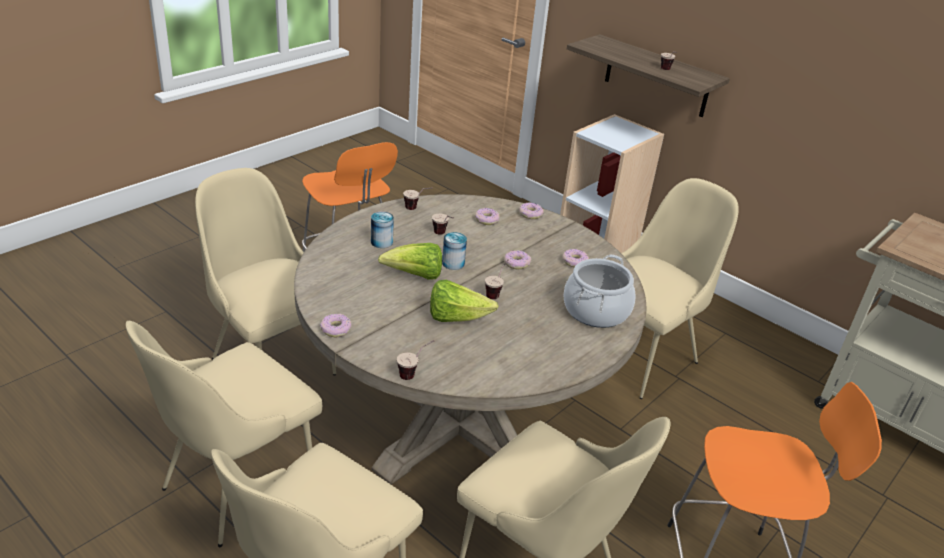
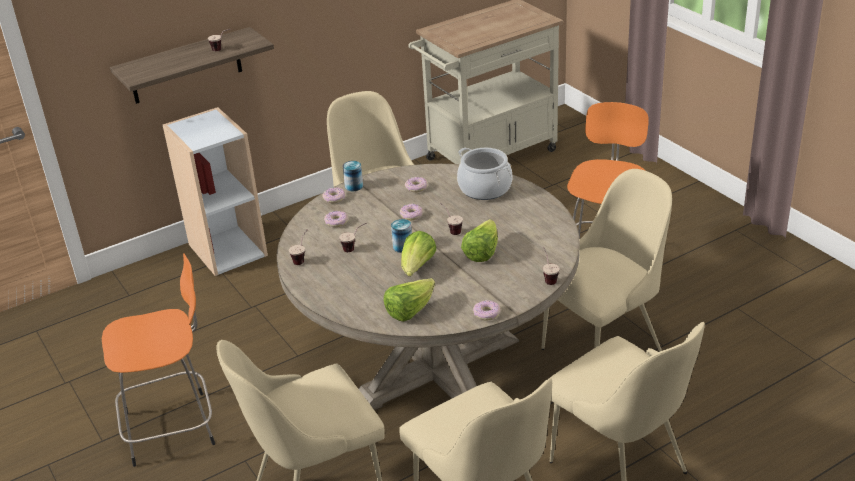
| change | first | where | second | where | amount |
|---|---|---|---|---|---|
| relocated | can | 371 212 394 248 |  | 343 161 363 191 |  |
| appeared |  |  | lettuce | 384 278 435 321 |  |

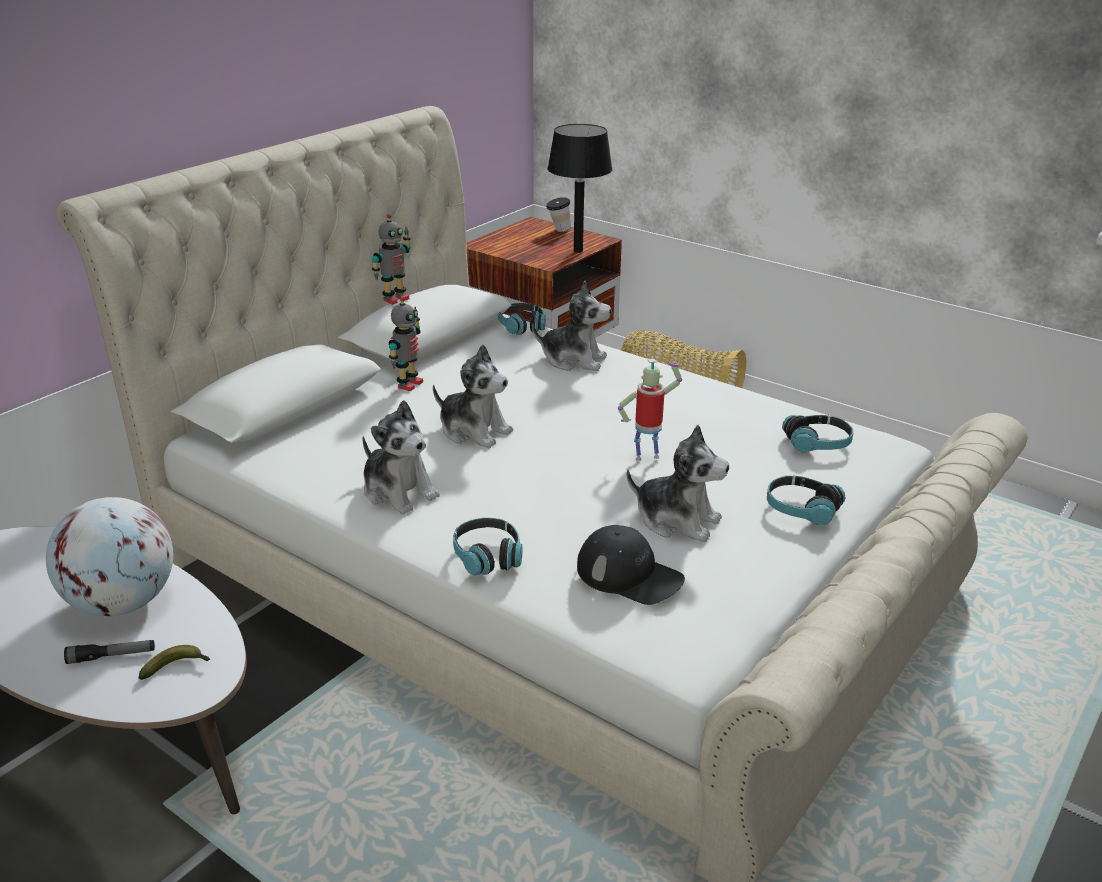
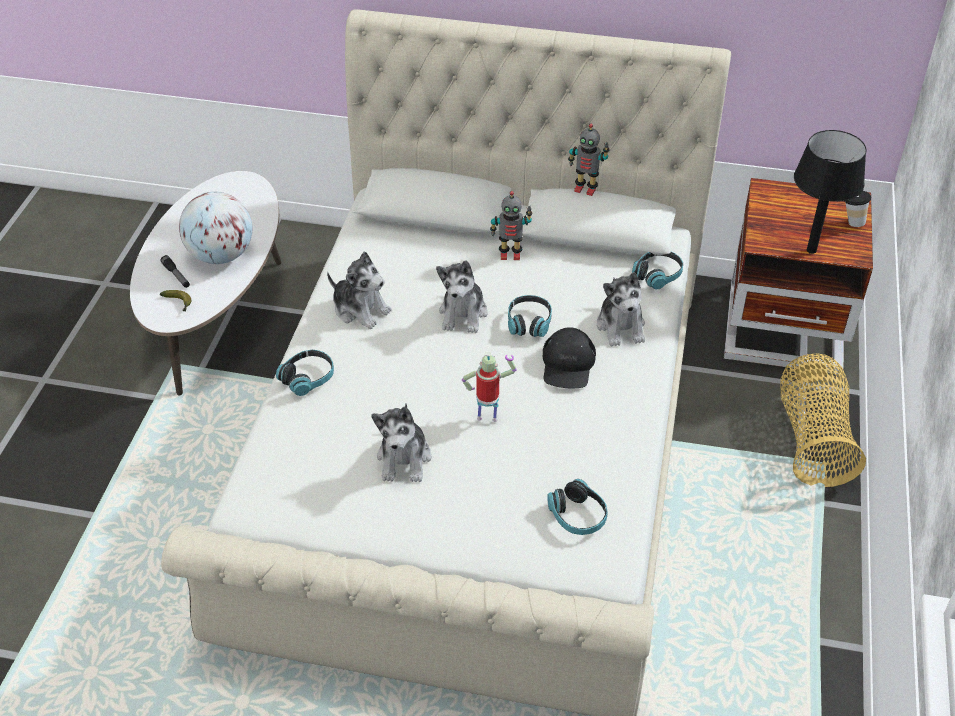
| change | first | where | second | where | amount |
|---|---|---|---|---|---|
| spun | plush toy | 362 400 440 514 |  | 327 251 392 329 | 75 degrees counterclockwise |
| relocated | black cap | 577 525 685 605 |  | 543 327 596 389 |  |
| spun | toy robot | 618 359 682 461 |  | 462 351 517 422 | 45 degrees counterclockwise |
| relocated | headphones | 767 476 846 526 |  | 508 295 552 337 |  |

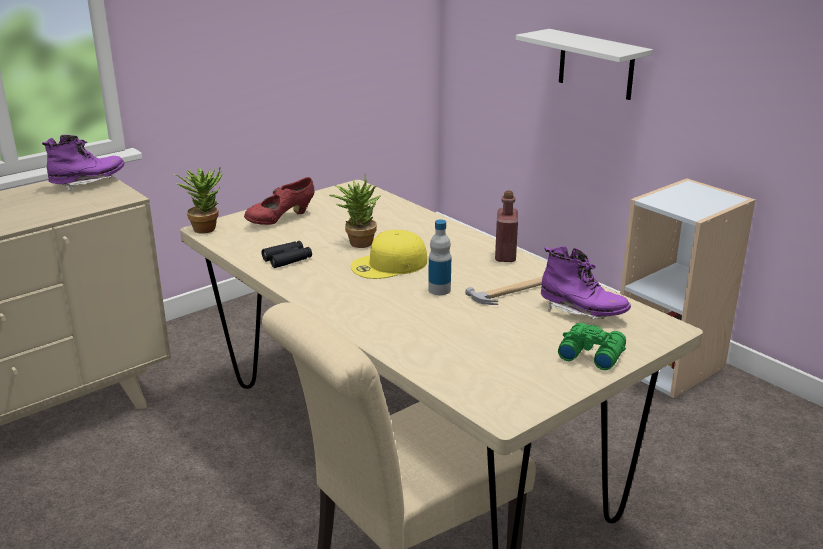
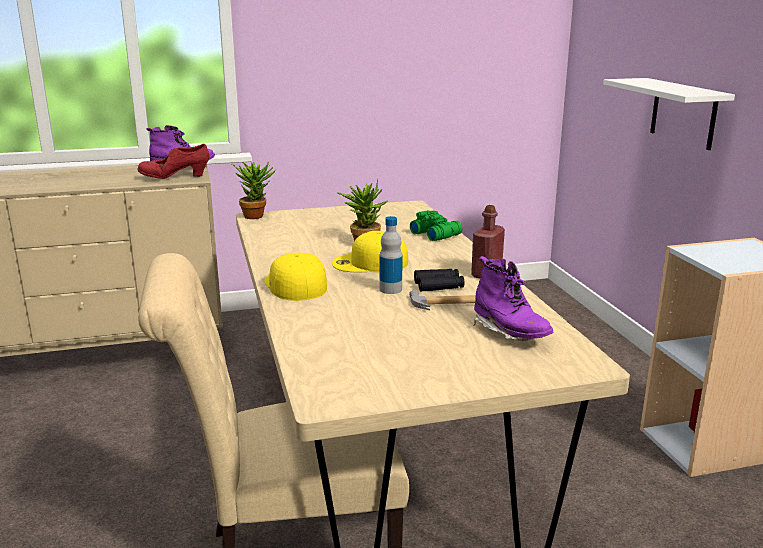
| change | first | where | second | where | amount |
|---|---|---|---|---|---|
| relocated | red shoe | 244 177 314 225 |  | 138 144 210 179 |  |
| relocated | black binoculars | 262 241 312 268 |  | 414 269 464 291 |  |
| relocated | green binoculars | 558 323 626 370 |  | 410 210 463 241 |  |
| appeared |  |  | yellow cap | 264 253 327 301 |  |

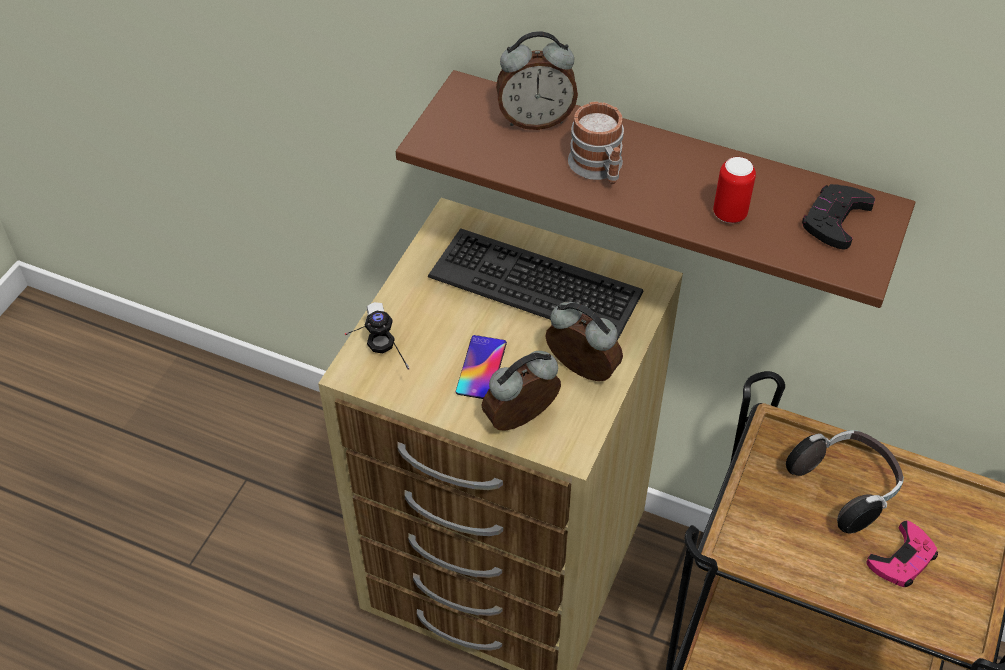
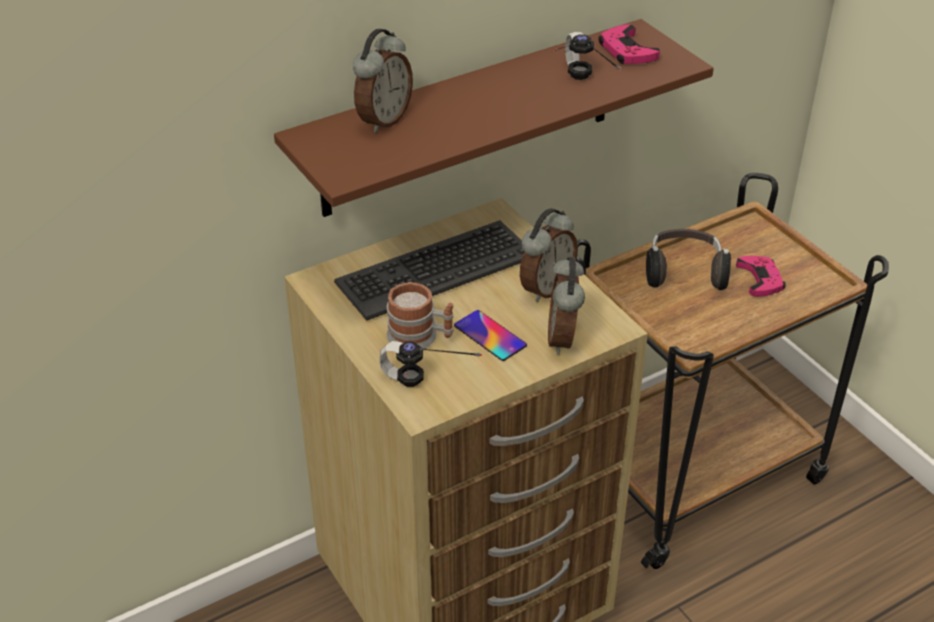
| change | first | where | second | where | amount |
|---|---|---|---|---|---|
| spun | alarm clock | 545 302 623 381 |  | 520 208 578 302 | 150 degrees clockwise |
| relocated | mug | 568 101 624 184 |  | 387 282 454 349 |  |
| exchanged | can | 713 157 756 223 | headphones | 554 32 621 80 |  |
| colour | black game controller | 802 184 875 250 | pink game controller | 599 25 660 64 |  |

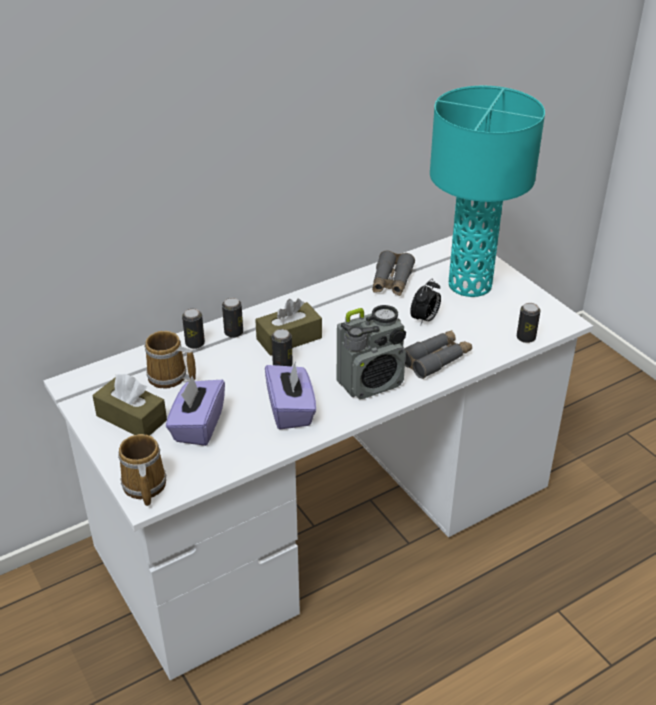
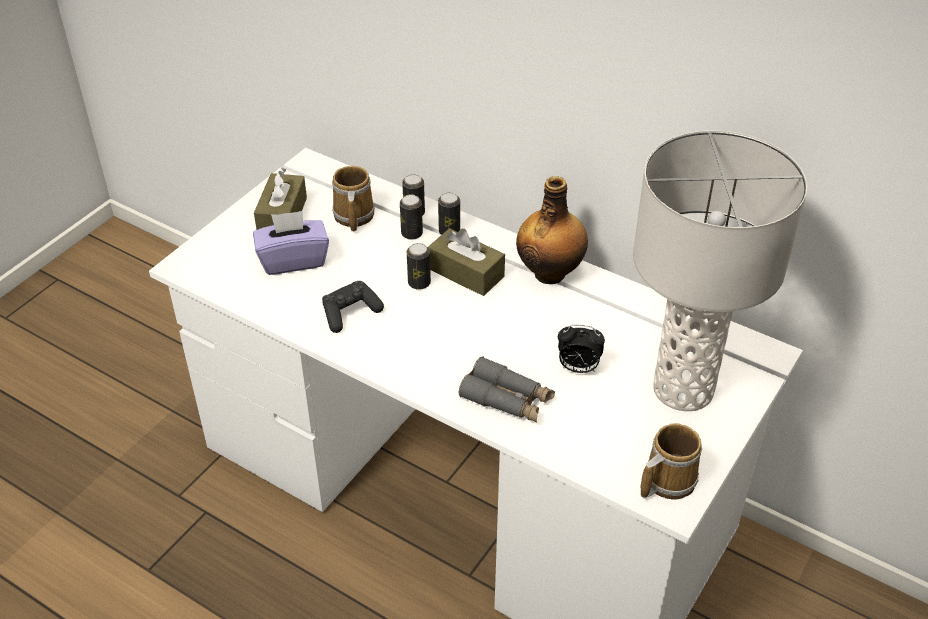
| change | first | where | second | where | amount |
|---|---|---|---|---|---|
| relocated | mug | 118 434 166 506 |  | 641 423 702 500 |  |
| exchanged | purple tissue box | 265 361 316 429 | black game controller | 322 281 384 333 |  |
| missing | radio | 337 305 406 399 |  |  |  |
| missing | grey binoculars | 372 250 415 296 |  |  |  |
| colour | turquoise table lamp | 430 86 545 297 | white table lamp | 633 130 807 411 |  |
| relocated | can | 517 303 540 343 |  | 400 194 423 240 |  |
| appeared |  |  | bottle | 516 176 588 284 |  |

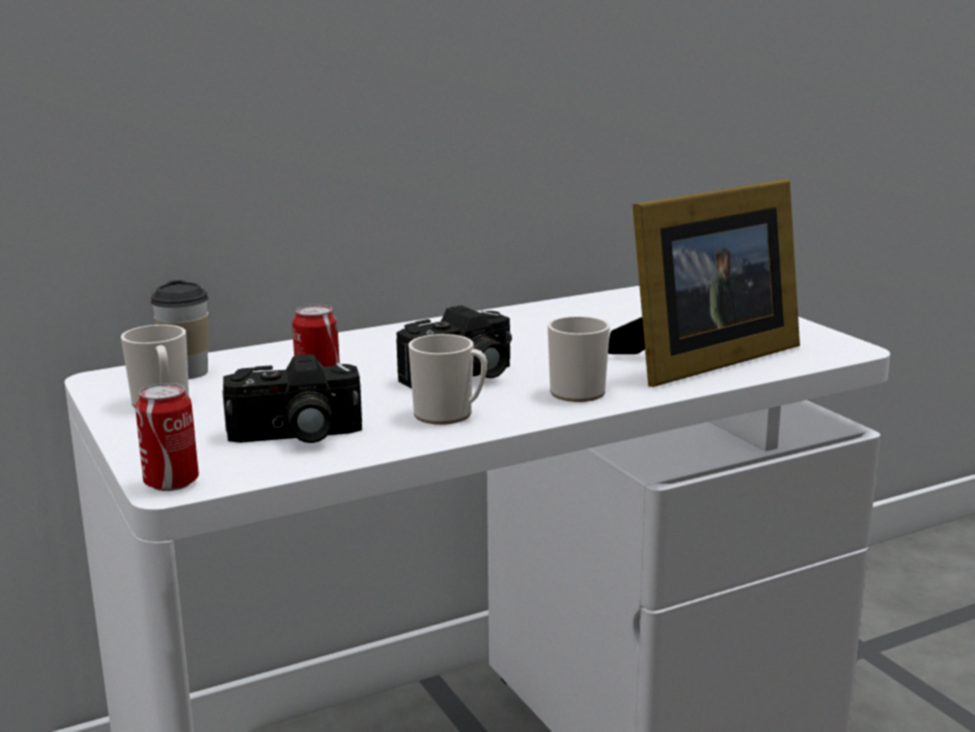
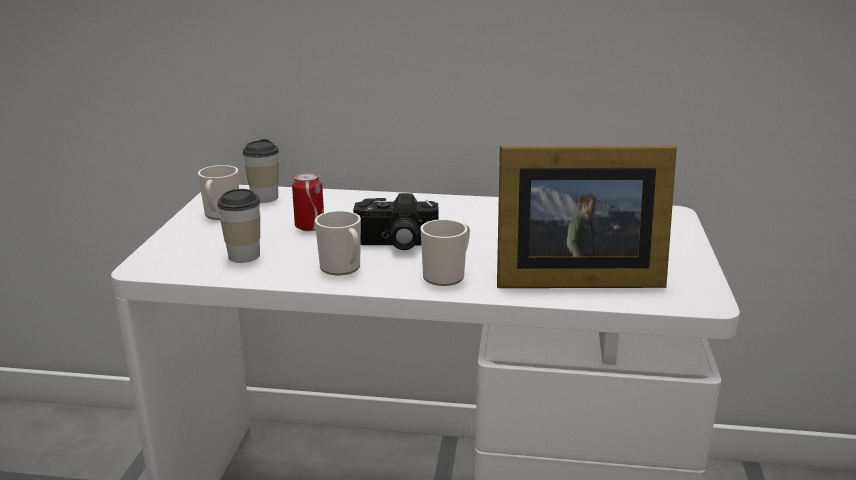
| change | first | where | second | where | amount |
|---|---|---|---|---|---|
| missing | can | 135 383 199 491 |  |  |  |
| exchanged | photo camera | 222 354 362 443 | cup | 217 189 260 263 |  |

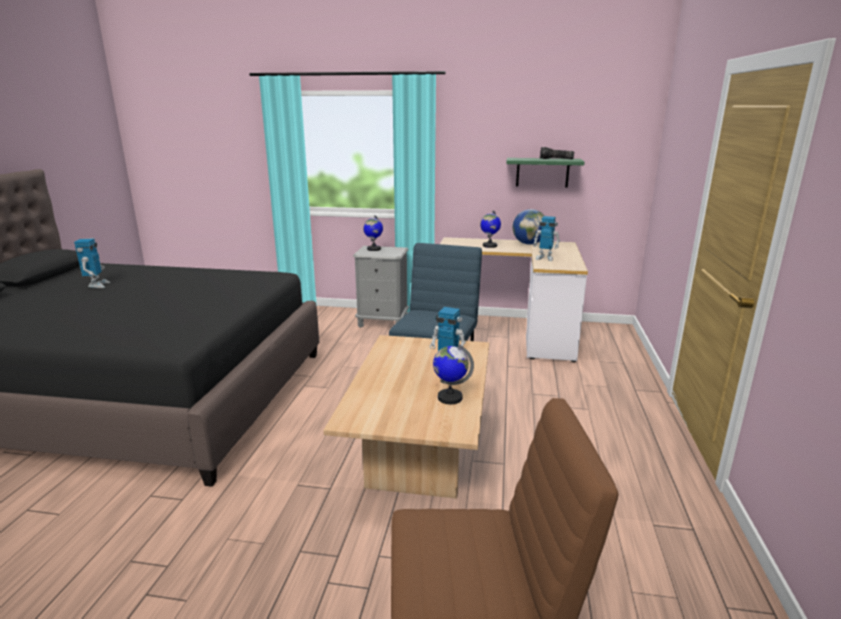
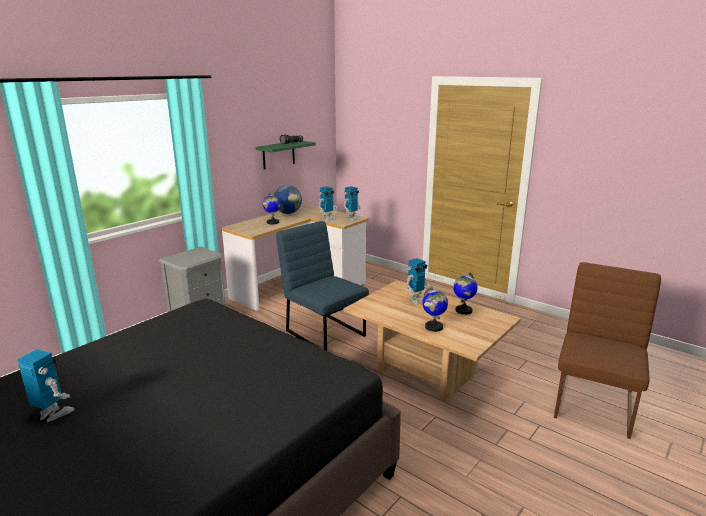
| change | first | where | second | where | amount |
|---|---|---|---|---|---|
| relocated | globe | 363 215 383 251 |  | 422 286 448 332 |  |
| appeared |  |  | toy robot | 344 186 361 221 |  |

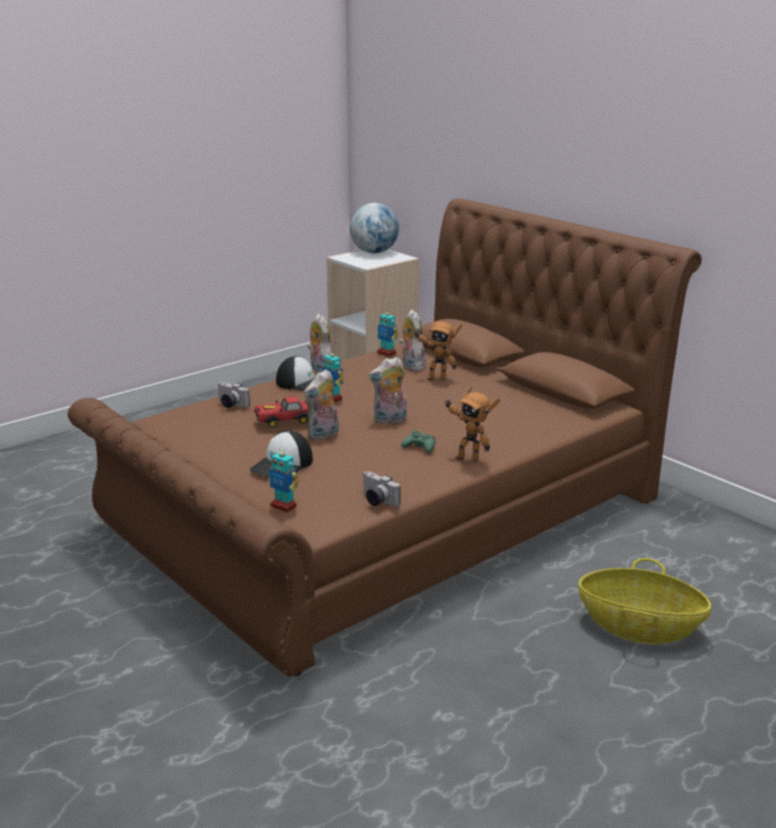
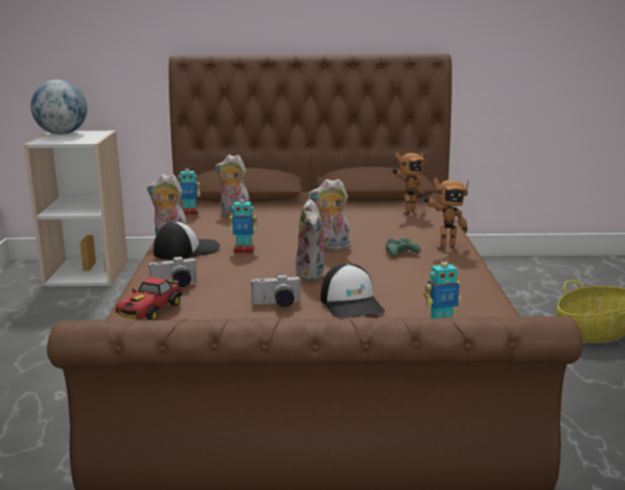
| change | first | where | second | where | amount |
|---|---|---|---|---|---|
| relocated | toy car | 254 396 308 428 |  | 115 277 183 320 |  |
| relocated | photo camera | 363 471 400 507 |  | 251 274 301 307 |  |
| spun | plush toy | 368 357 407 424 |  | 308 179 352 249 | 75 degrees clockwise |
| relocated | toy robot | 413 317 462 380 |  | 392 152 428 215 |  |

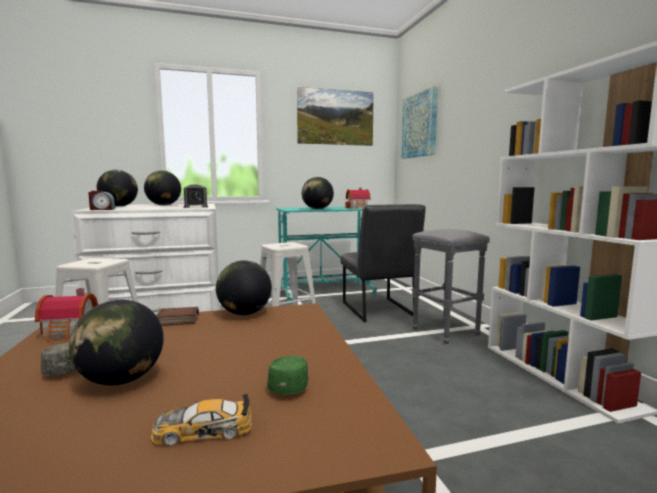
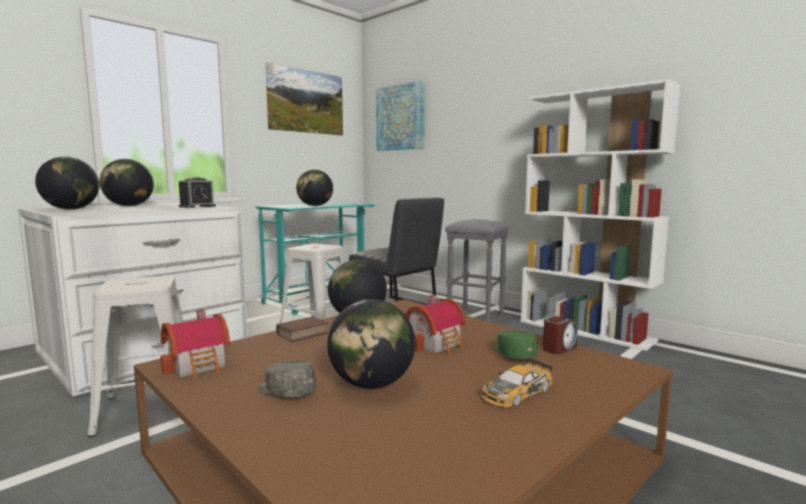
| change | first | where | second | where | amount |
|---|---|---|---|---|---|
| relocated | alarm clock | 88 191 115 210 |  | 543 316 578 354 |  |
| relocated | toy house | 346 188 371 209 |  | 405 294 466 354 |  |

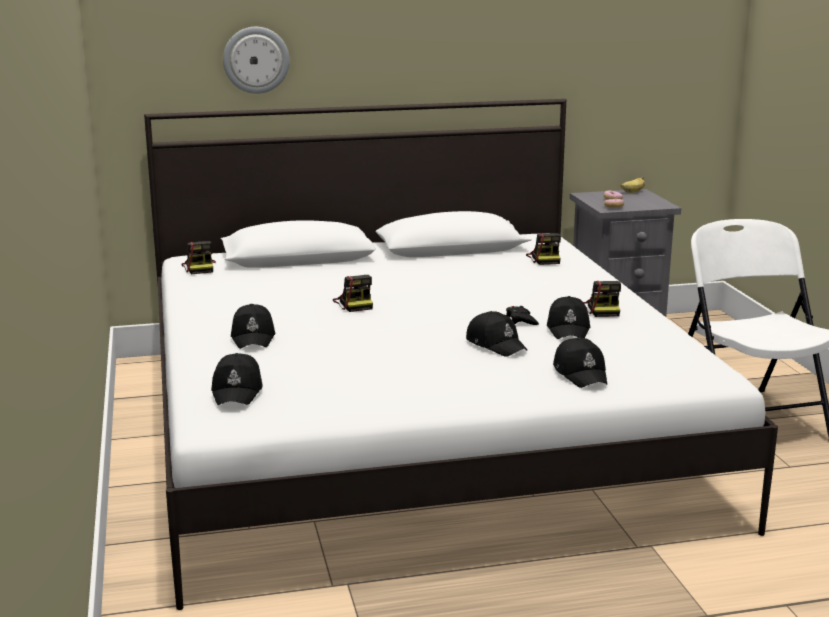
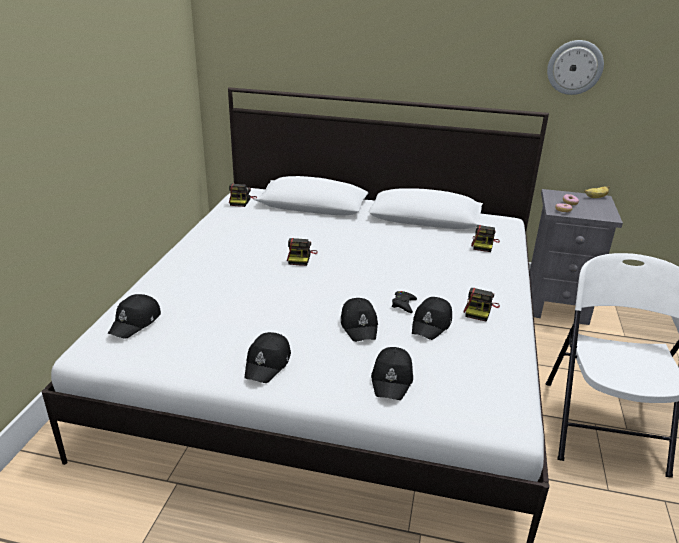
| change | first | where | second | where | amount |
|---|---|---|---|---|---|
| relocated | wall clock | 223 27 290 94 |  | 547 40 604 95 |  |
| relocated | black cap | 231 304 275 349 |  | 244 332 291 383 |  |

